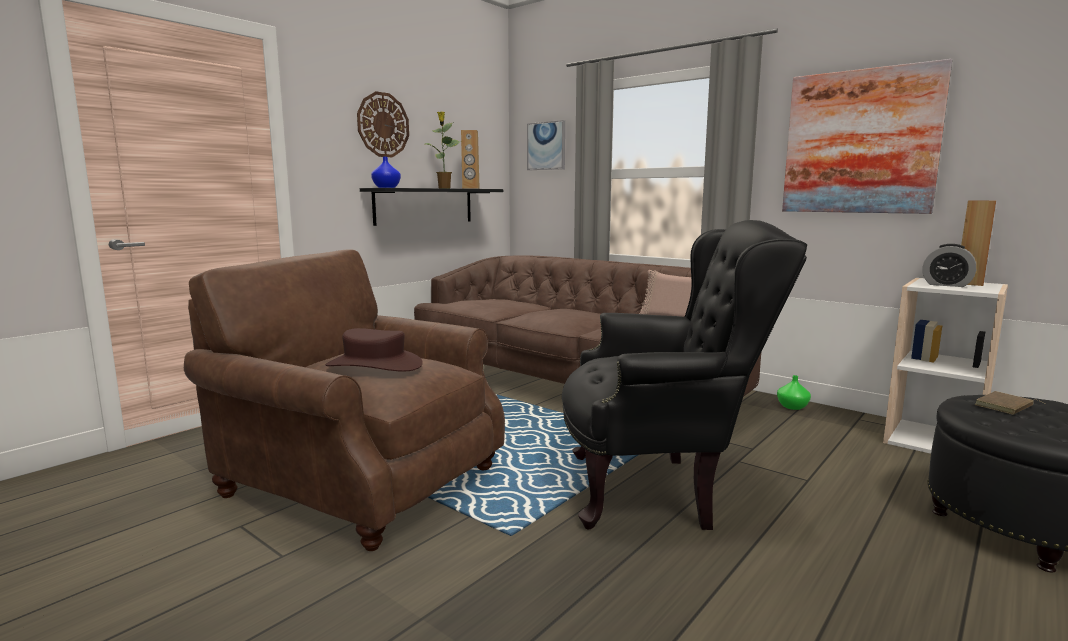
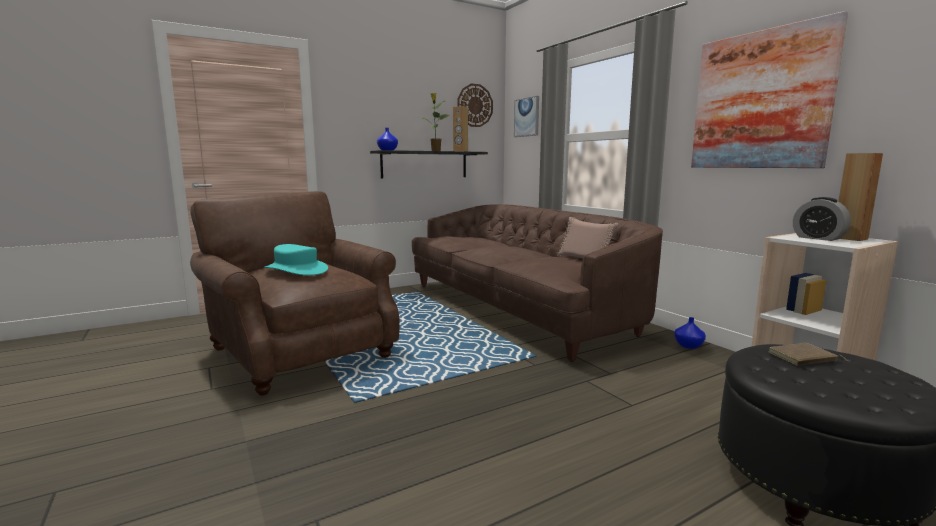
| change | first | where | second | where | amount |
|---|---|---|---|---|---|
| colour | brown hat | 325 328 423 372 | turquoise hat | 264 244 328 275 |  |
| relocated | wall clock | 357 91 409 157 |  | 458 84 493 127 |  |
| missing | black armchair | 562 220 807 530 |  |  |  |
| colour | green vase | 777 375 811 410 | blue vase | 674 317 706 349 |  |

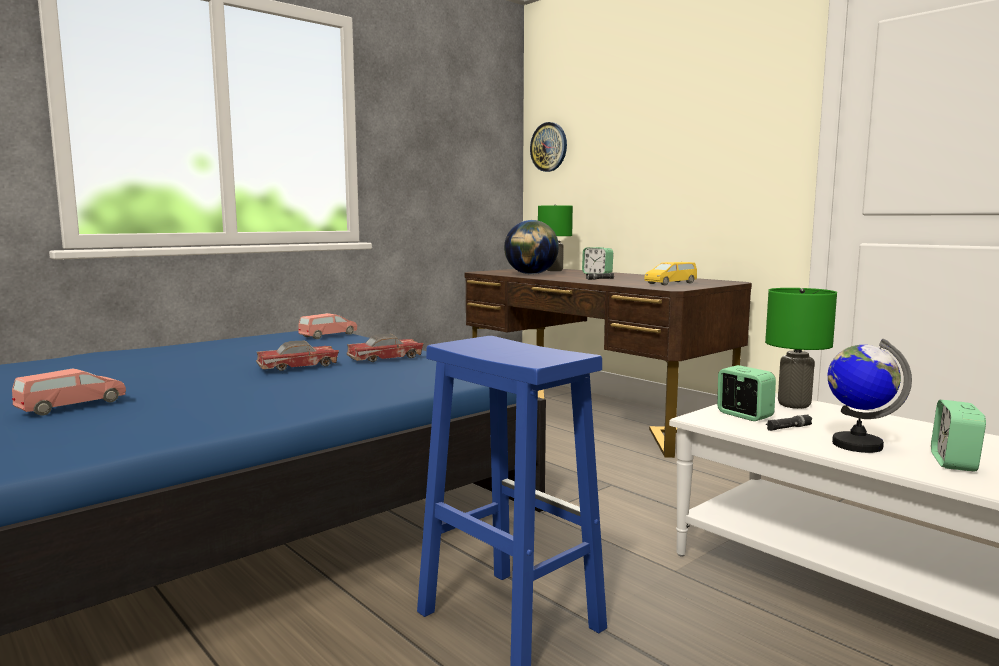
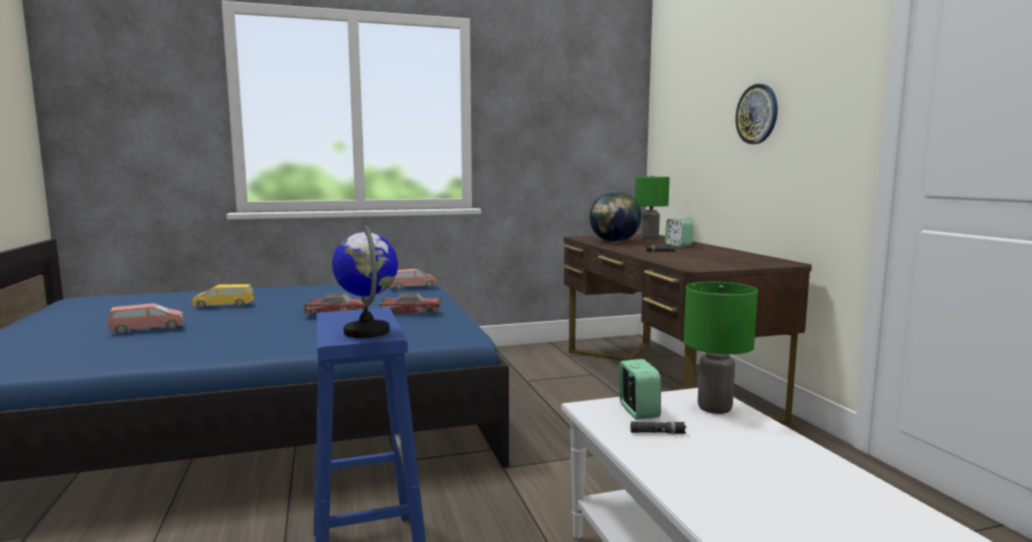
| change | first | where | second | where | amount |
|---|---|---|---|---|---|
| relocated | wall clock | 530 122 567 172 |  | 735 84 778 144 |  |
| relocated | yellow toy car | 644 262 697 285 |  | 192 284 254 309 |  |
| relocated | globe | 828 339 912 453 |  | 332 225 398 338 |  |
| missing | alarm clock | 931 400 986 472 |  |  |  |

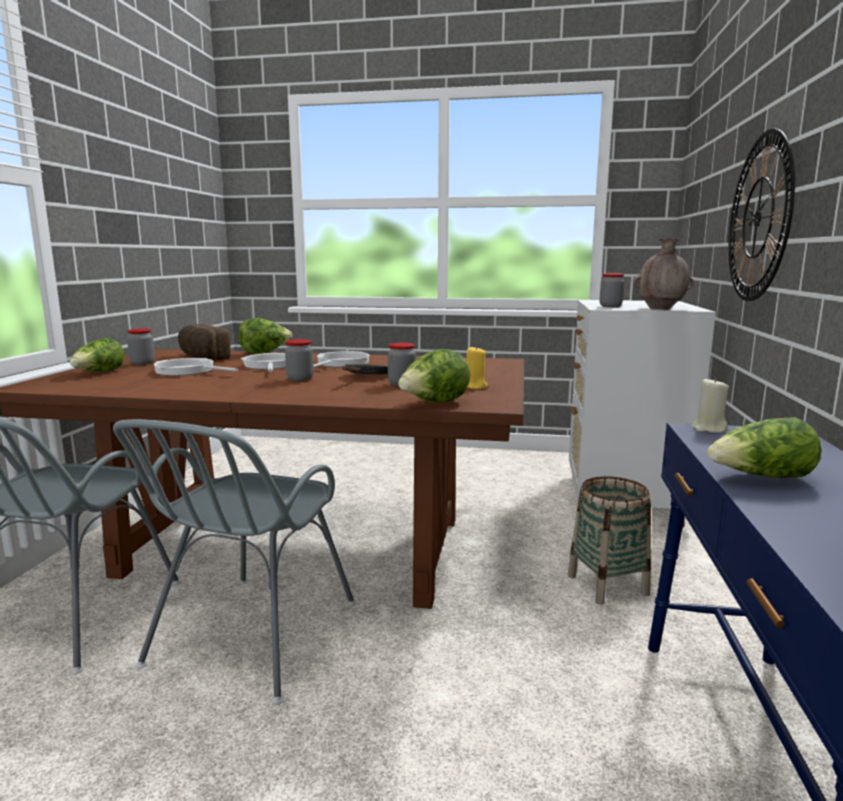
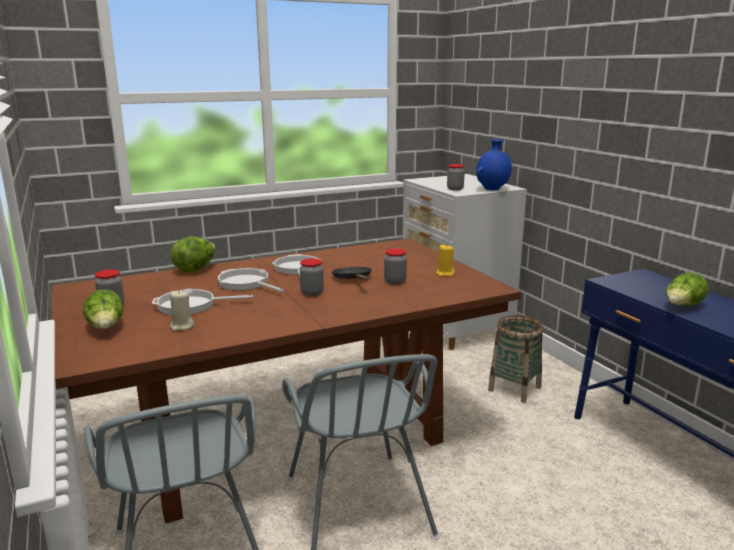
| change | first | where | second | where | amount |
|---|---|---|---|---|---|
| missing | bread | 178 324 231 360 |  |  |  |
| missing | lettuce | 398 349 470 403 |  |  |  |
| colour | brown vase | 633 238 694 310 | blue vase | 476 139 512 190 |  |
| relocated | beige candle | 692 377 729 433 |  | 170 290 194 331 |  |
| missing | wall clock | 728 129 795 301 |  |  |  |

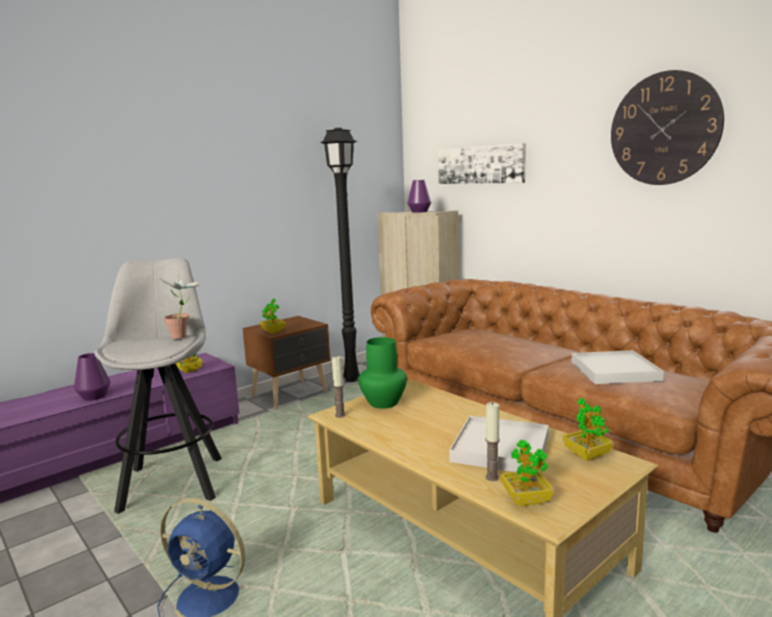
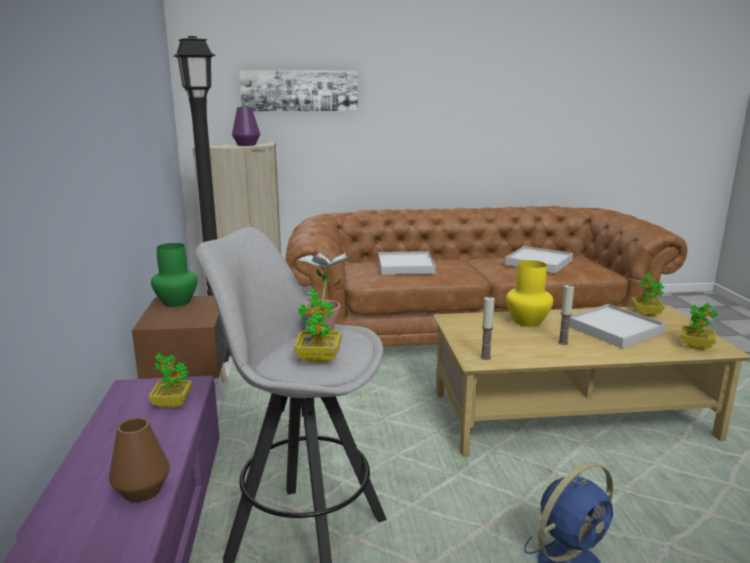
| change | first | where | second | where | amount |
|---|---|---|---|---|---|
| colour | purple vase | 74 353 110 401 | brown vase | 109 418 170 502 |  |
| relocated | potted plant | 260 298 286 334 |  | 294 289 342 363 |  |
| relocated | green vase | 358 337 407 409 |  | 151 243 197 307 |  |
| relocated | candle | 485 402 500 481 |  | 558 285 574 345 |  |
| missing | wall clock | 611 70 724 185 |  |  |  |
| appeared |  |  | white tray | 378 251 436 275 |  |
| appeared |  |  | yellow vase | 506 260 553 327 |  |

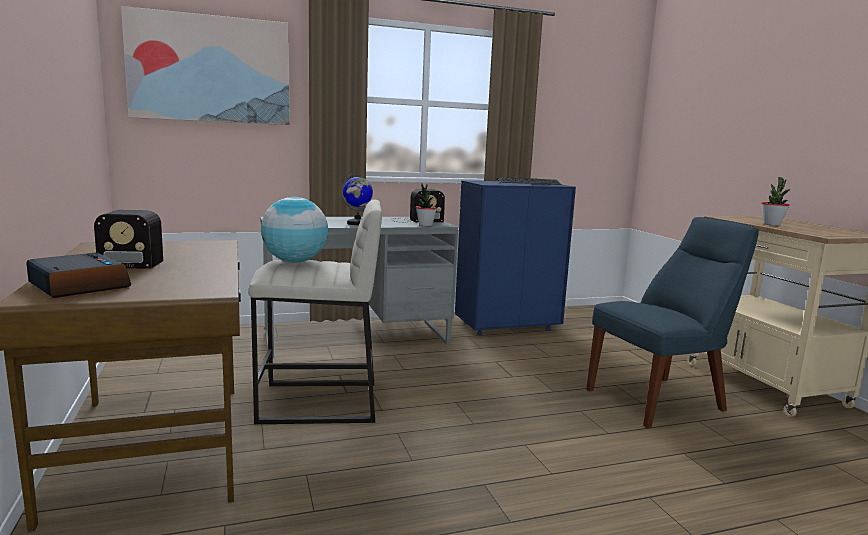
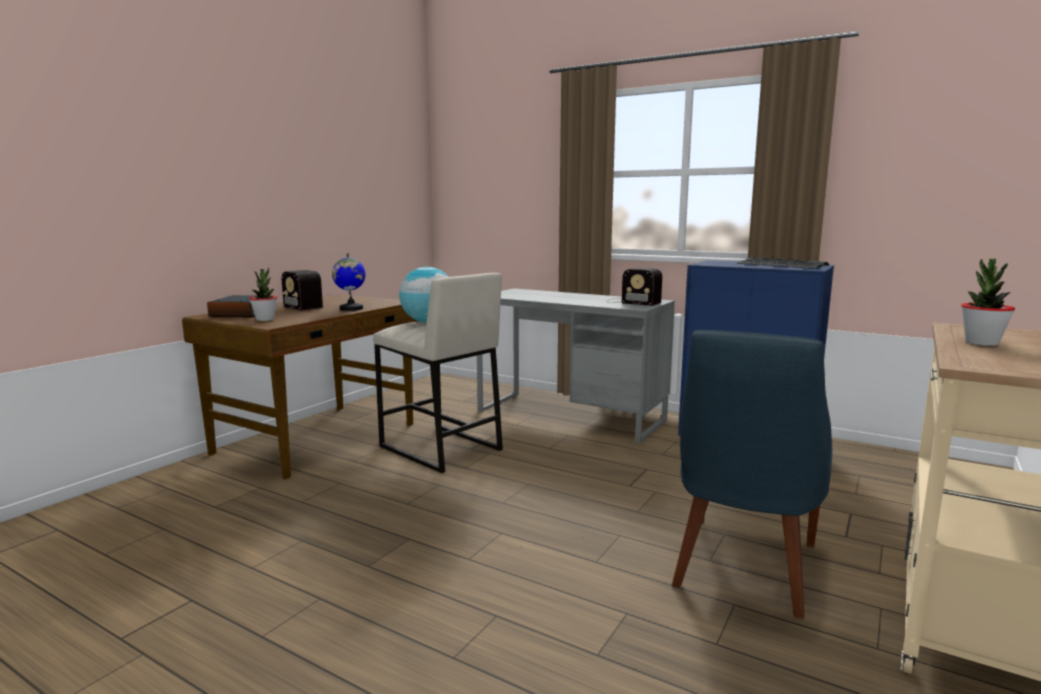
| change | first | where | second | where | amount |
|---|---|---|---|---|---|
| missing | picture | 121 6 290 125 |  |  |  |
| relocated | globe | 342 173 373 225 |  | 332 253 366 311 |  |
| relocated | potted plant | 416 184 437 227 |  | 249 268 277 321 |  |
| spun | blue chair | 586 217 759 428 |  | 672 330 832 619 | 90 degrees clockwise |

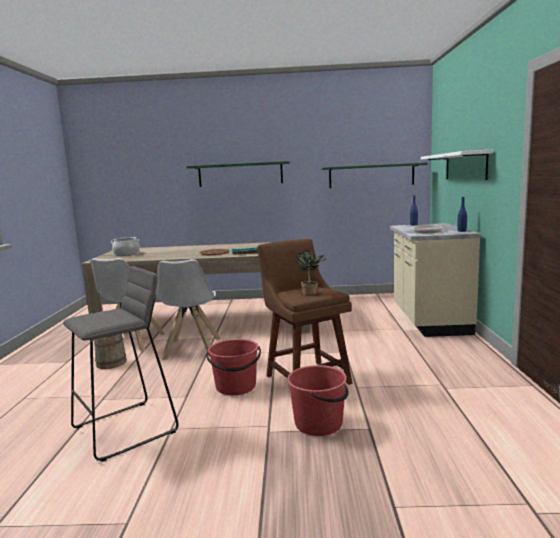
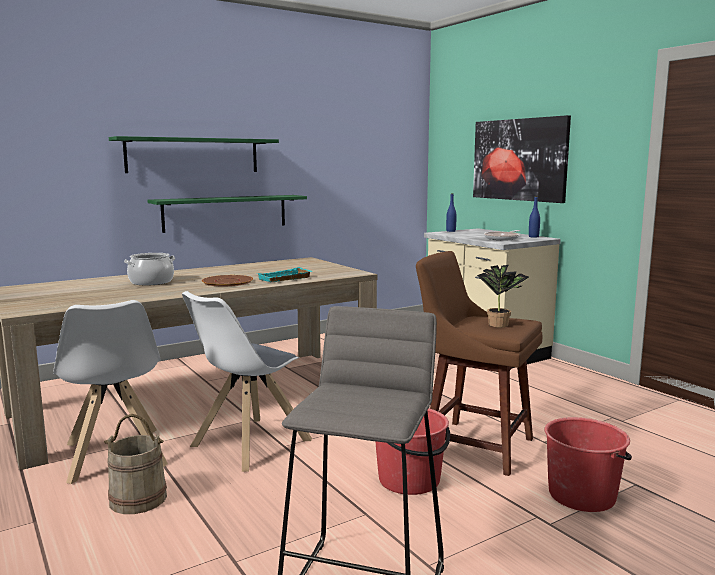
| change | first | where | second | where | amount |
|---|---|---|---|---|---|
| relocated | cooking pot | 111 237 140 256 |  | 124 253 176 286 |  |
| spun | chair | 157 259 221 360 |  | 182 291 312 472 | 75 degrees clockwise |
| relocated | green shelf | 321 163 428 188 |  | 147 195 307 233 |  |
| exchanged | white shelf | 421 150 493 180 | picture | 473 115 571 203 |  |

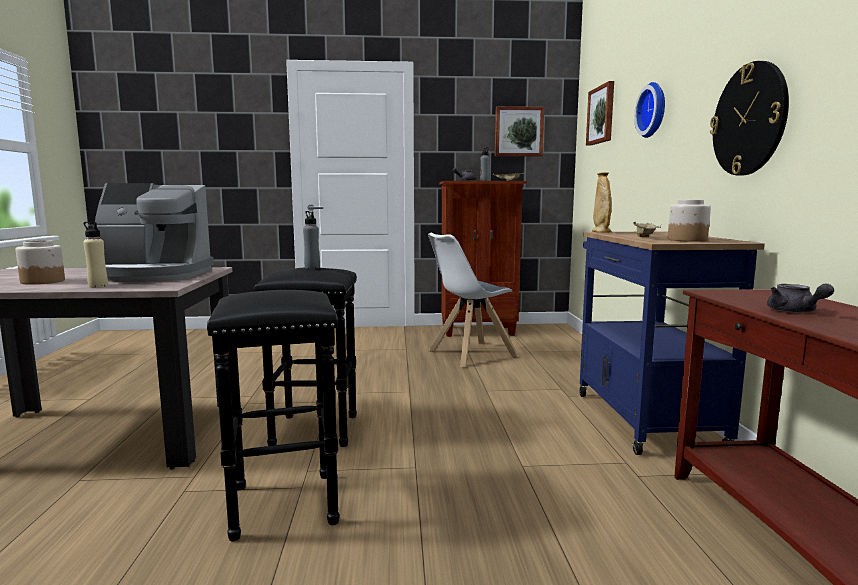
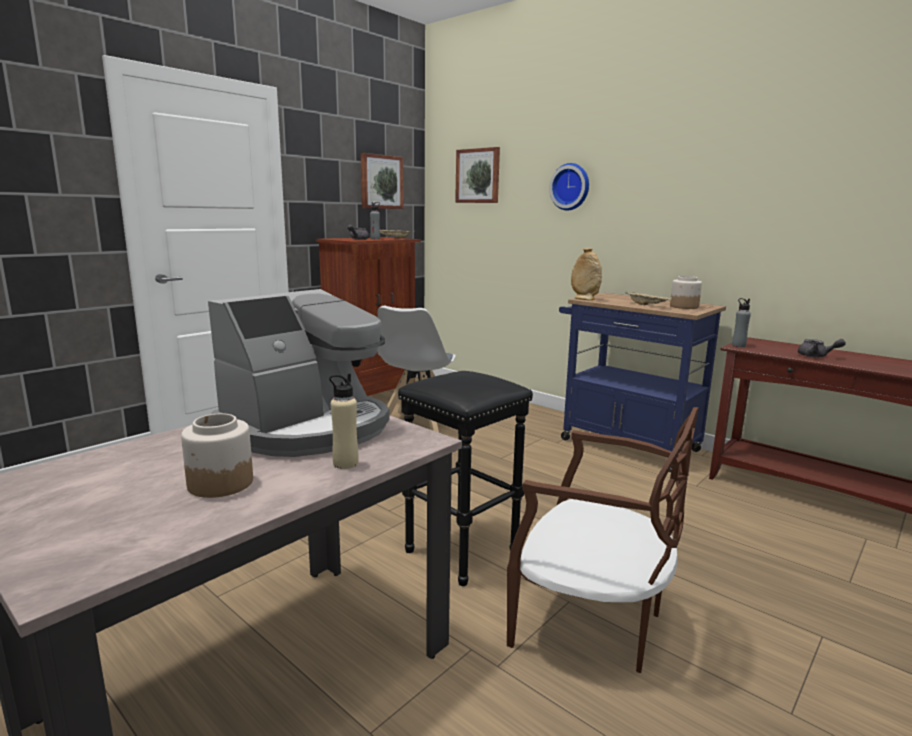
| change | first | where | second | where | amount |
|---|---|---|---|---|---|
| exchanged | black stool | 207 290 339 541 | brown chair | 507 407 699 673 |  |
| relocated | grey bottle | 303 211 320 269 |  | 732 298 751 347 |  |
| missing | wall clock | 710 61 789 175 |  |  |  |

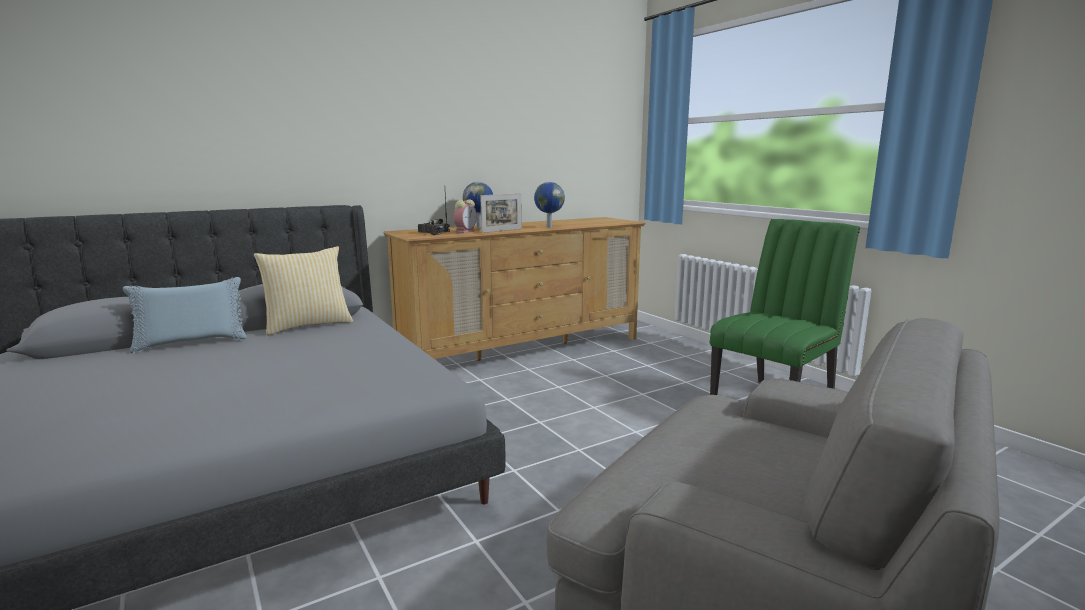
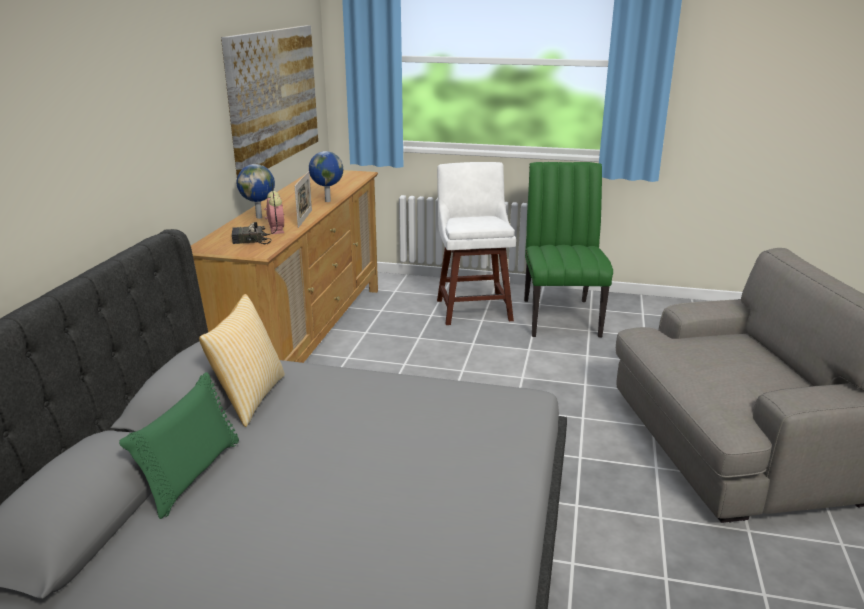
| change | first | where | second | where | amount |
|---|---|---|---|---|---|
| colour | blue pillow | 123 277 247 353 | green pillow | 119 372 239 519 |  |
| appeared |  |  | picture | 221 25 318 176 |  |
| appeared |  |  | white chair | 437 162 516 325 |  |

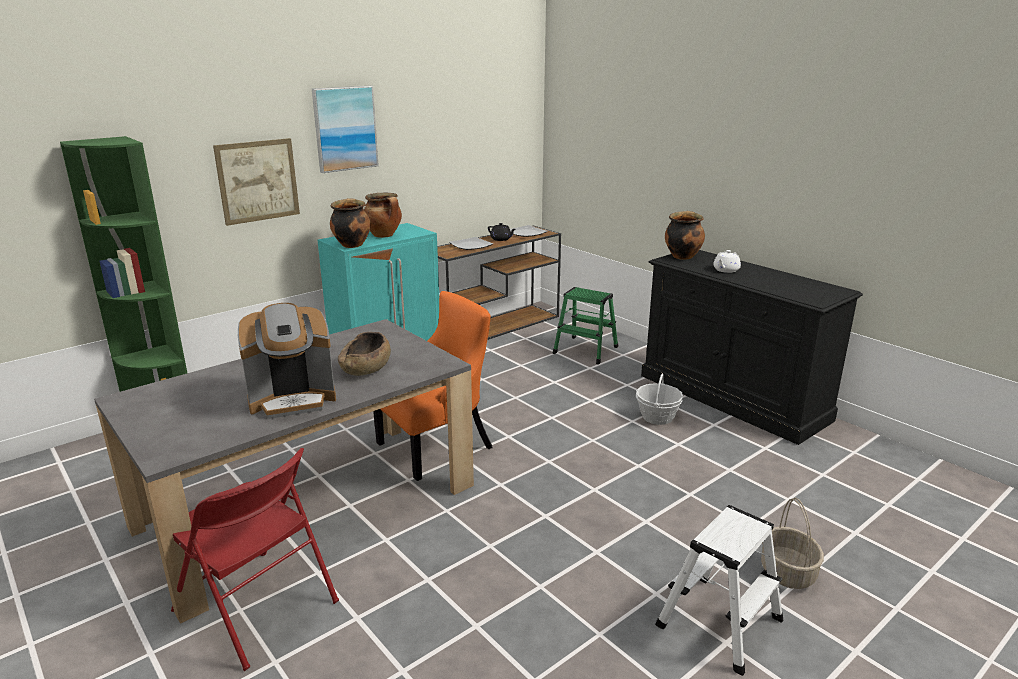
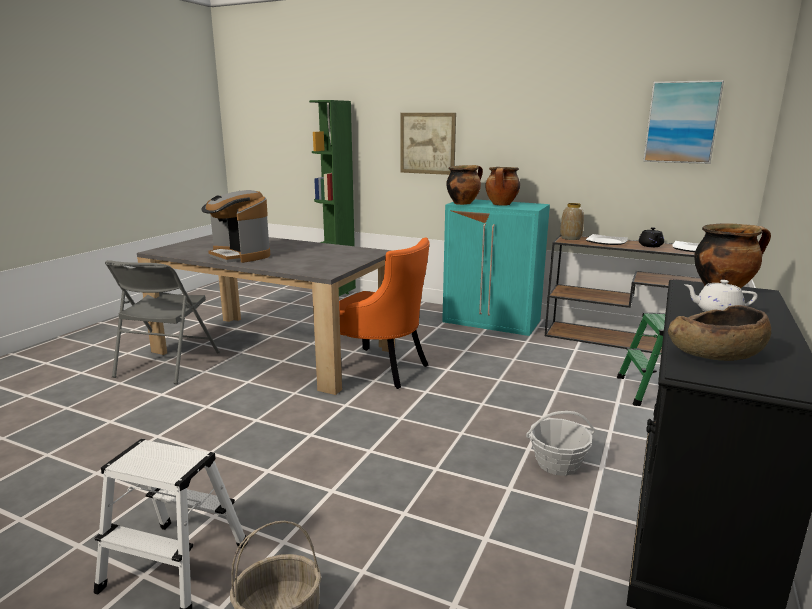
| change | first | where | second | where | amount |
|---|---|---|---|---|---|
| colour | red chair | 171 448 339 671 | grey chair | 105 260 220 385 |  |
| relocated | picture | 312 86 379 173 |  | 643 80 724 164 |  |
| relocated | brown bowl | 338 332 391 376 |  | 668 305 771 361 |  |
| appeared |  |  | vase | 560 203 584 240 |  |

